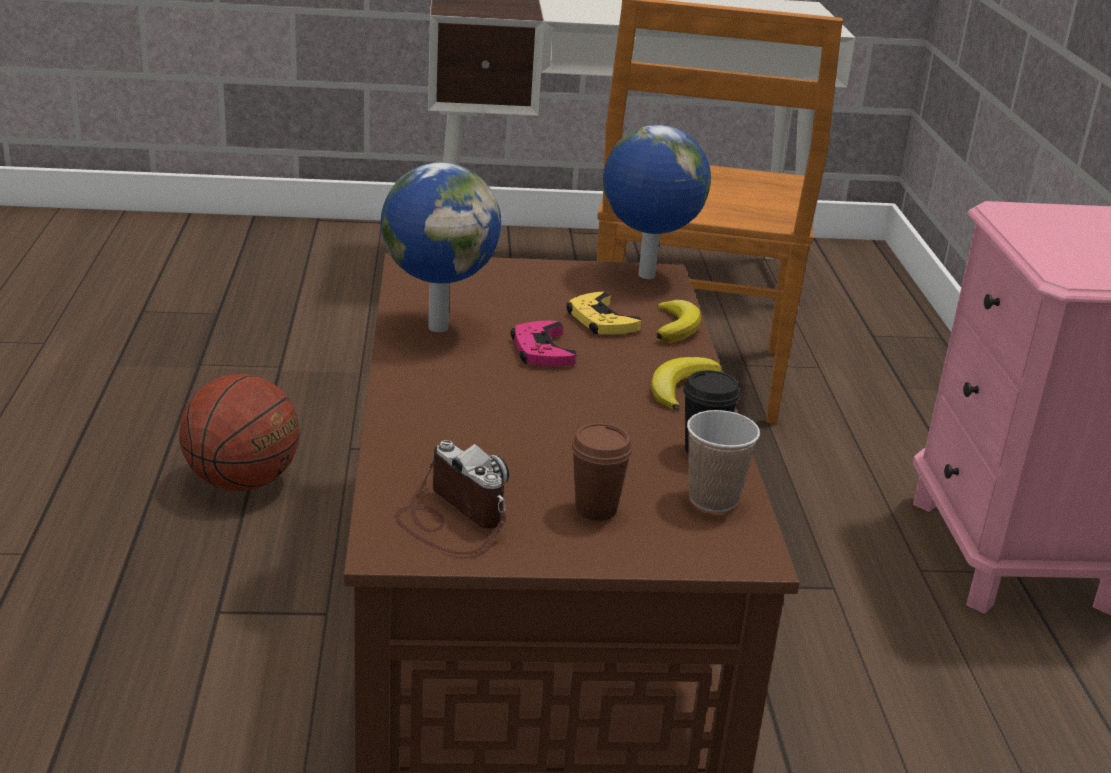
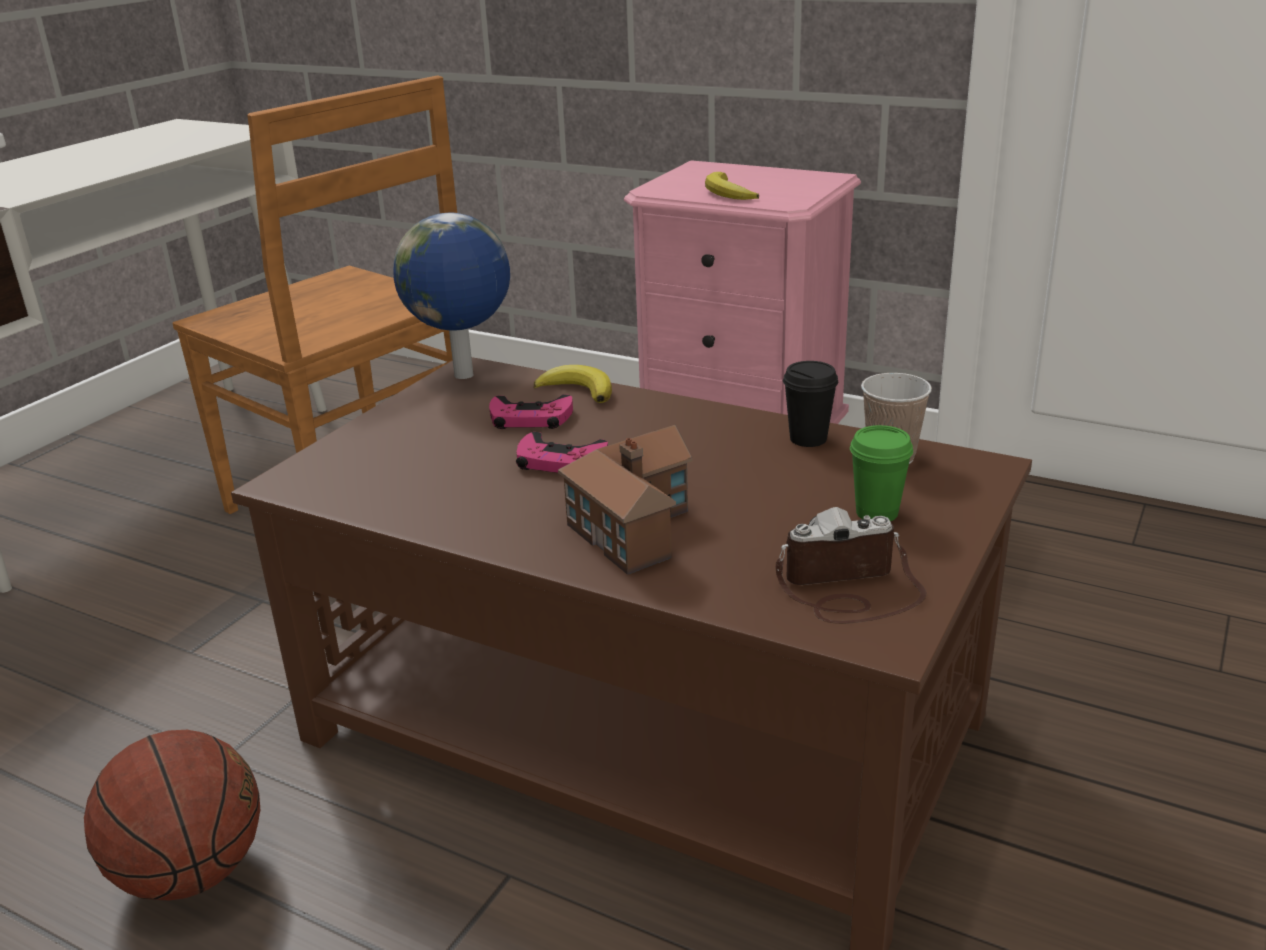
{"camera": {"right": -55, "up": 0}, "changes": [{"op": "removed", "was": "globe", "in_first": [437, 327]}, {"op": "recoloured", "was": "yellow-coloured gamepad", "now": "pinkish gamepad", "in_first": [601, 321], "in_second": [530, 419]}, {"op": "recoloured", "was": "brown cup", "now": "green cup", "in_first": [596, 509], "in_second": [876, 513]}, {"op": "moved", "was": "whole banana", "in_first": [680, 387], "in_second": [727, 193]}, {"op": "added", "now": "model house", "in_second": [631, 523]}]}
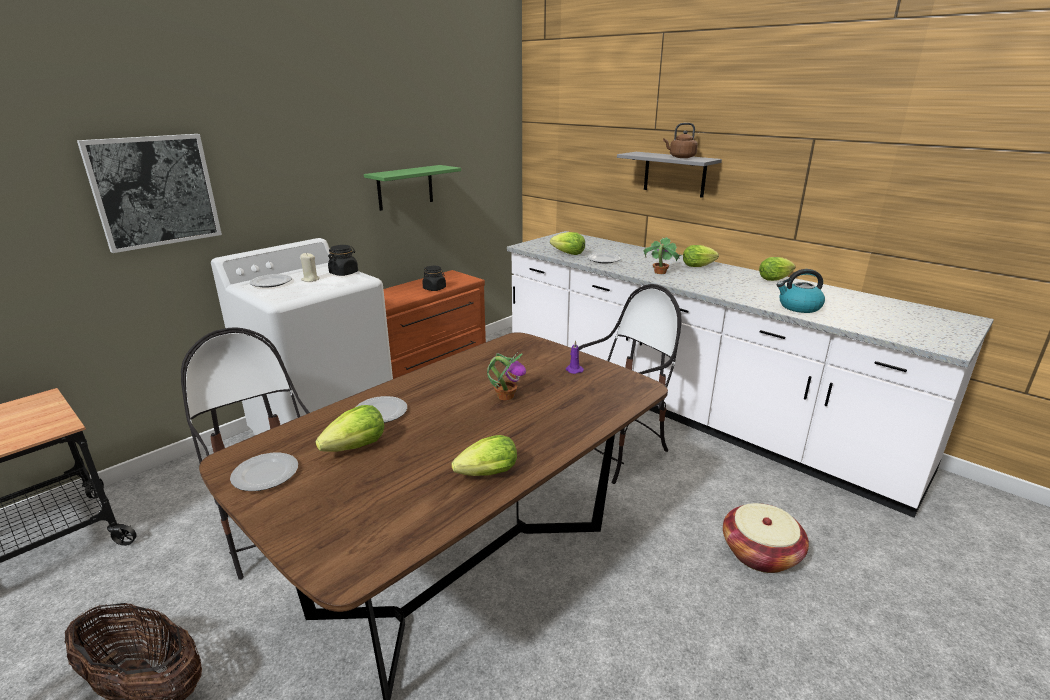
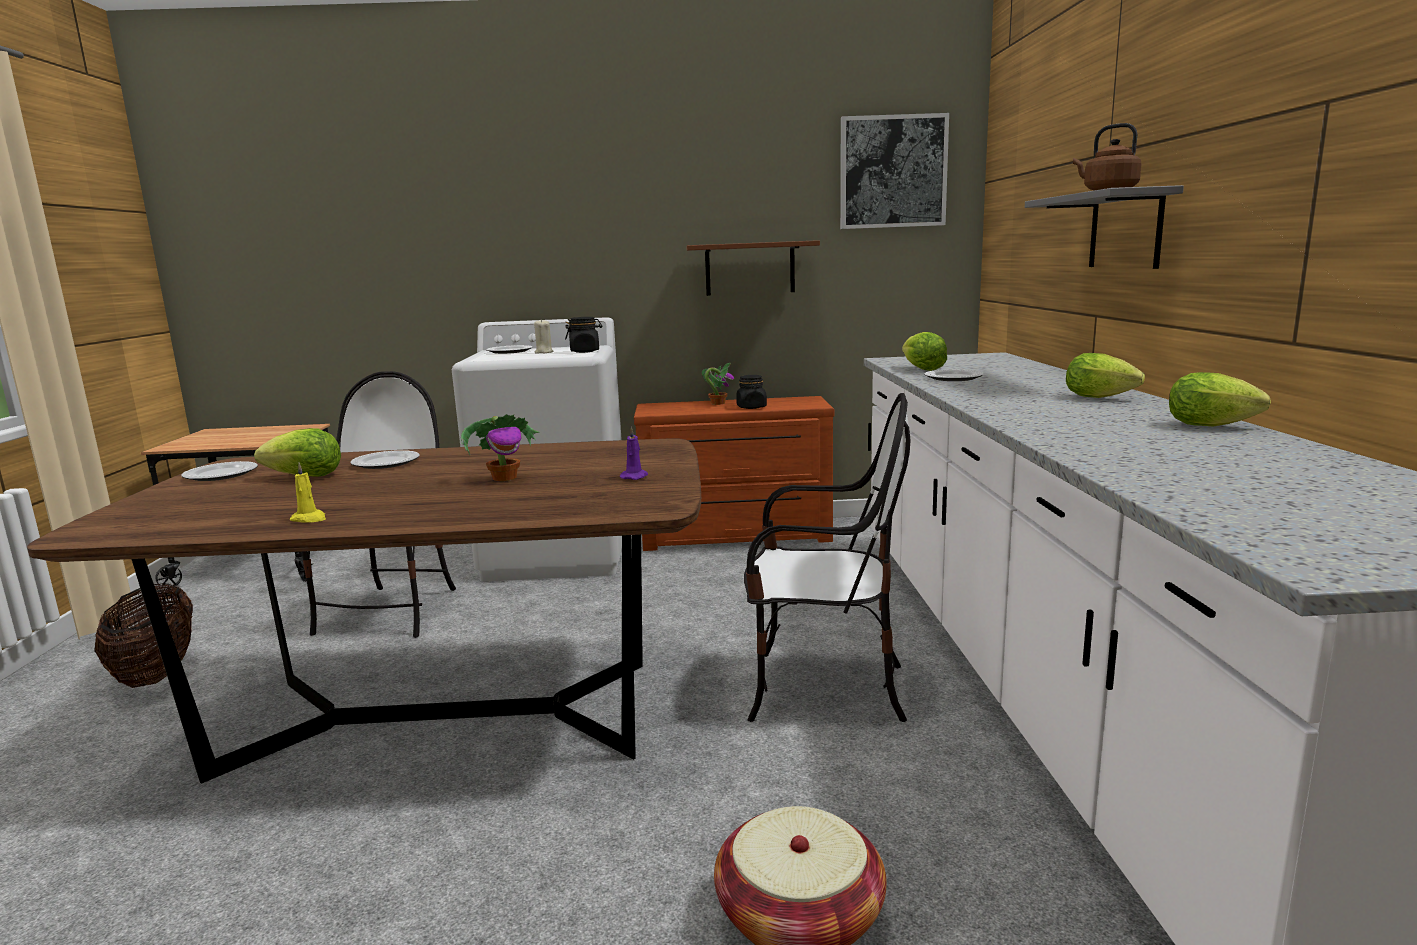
{"camera": {"right": 45, "up": -10}, "changes": [{"op": "moved", "was": "wall art", "in_first": [154, 191], "in_second": [892, 172]}, {"op": "recoloured", "was": "green shelf", "now": "brown shelf", "in_first": [405, 187], "in_second": [750, 268]}, {"op": "replaced", "was": "head of lettuce", "now": "yellow-coloured wax light", "in_first": [484, 475], "in_second": [309, 519]}, {"op": "moved", "was": "plant in a pot", "in_first": [659, 272], "in_second": [717, 403]}, {"op": "removed", "was": "kettle", "in_first": [799, 307]}]}
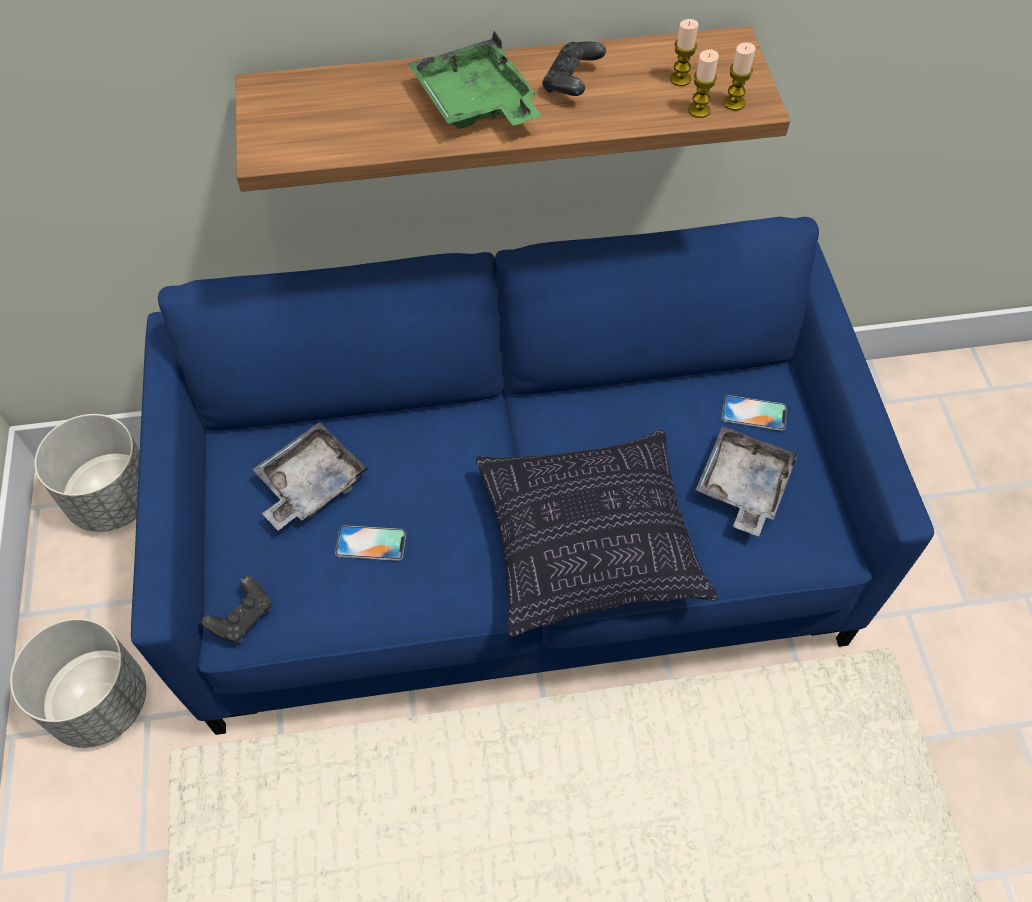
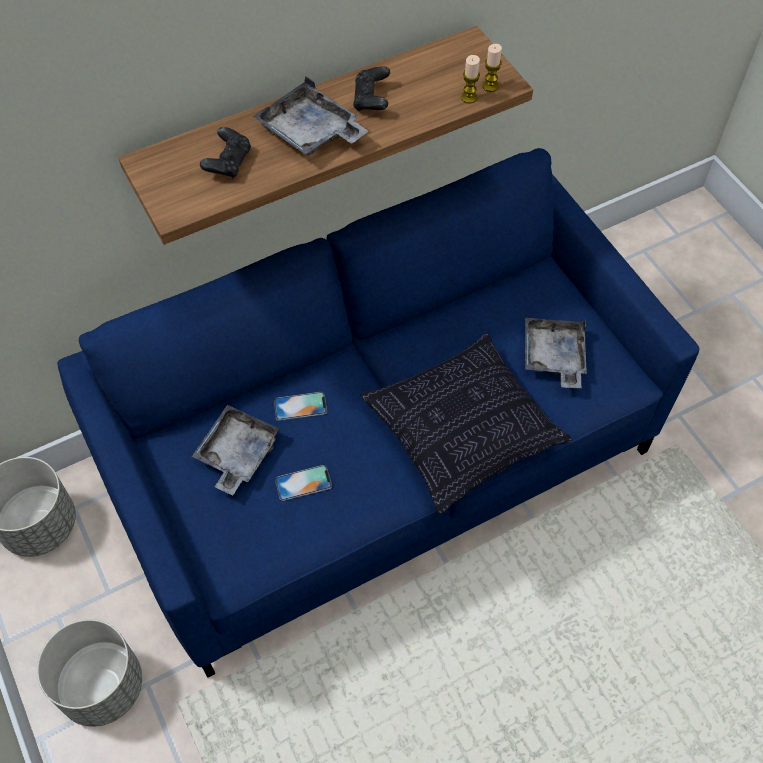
{"camera": {"right": -20, "up": 0}, "changes": [{"op": "moved", "was": "black-coloured gamepad", "in_first": [242, 617], "in_second": [228, 163]}, {"op": "recoloured", "was": "green serving tray", "now": "greyish serving tray", "in_first": [476, 103], "in_second": [310, 133]}, {"op": "removed", "was": "wax light", "in_first": [680, 79]}, {"op": "moved", "was": "phone", "in_first": [754, 413], "in_second": [300, 406]}]}
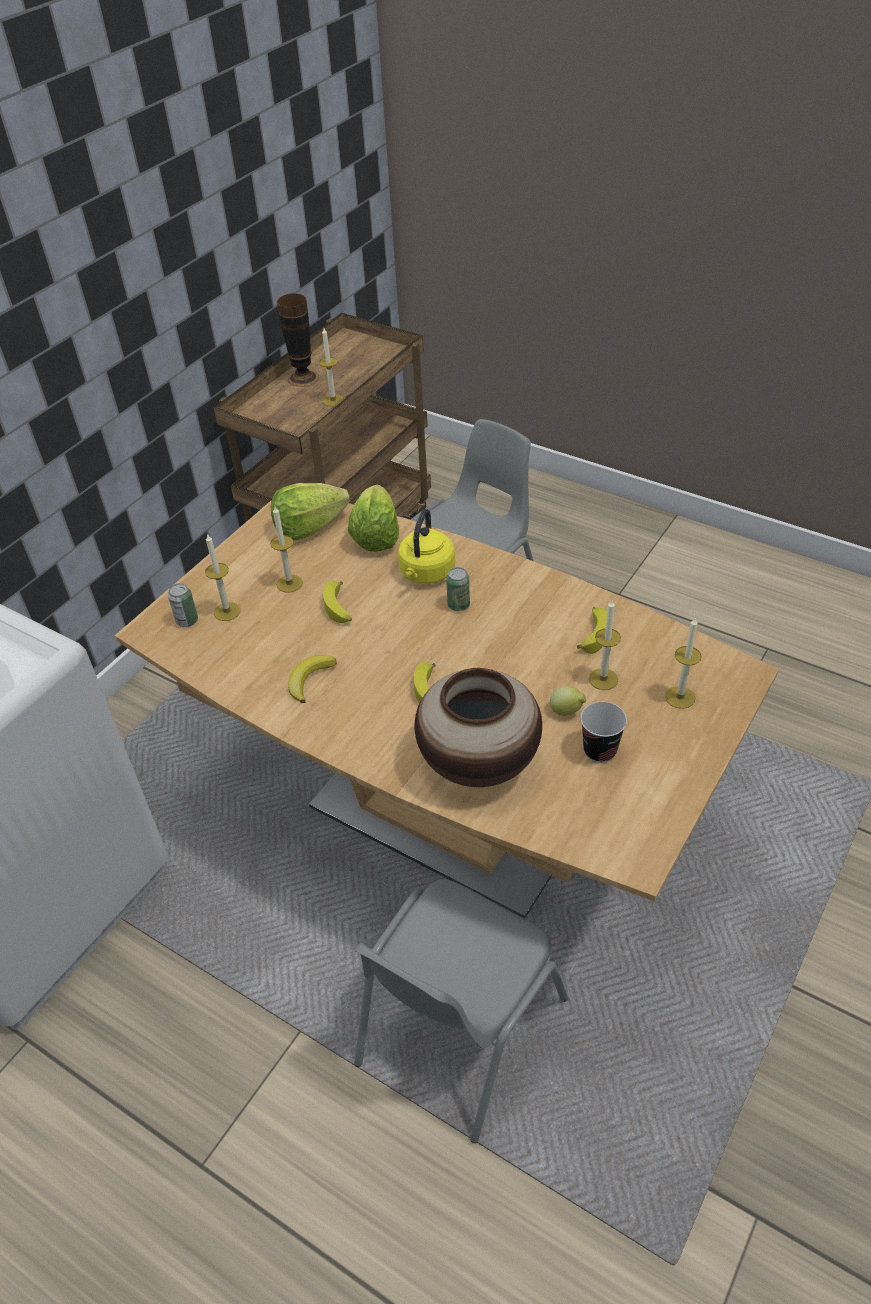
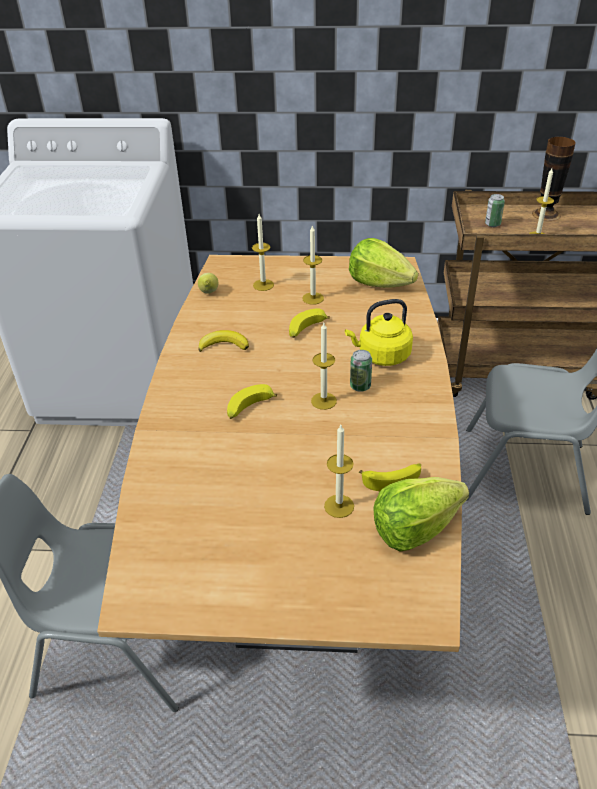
{"camera": {"right": 60, "up": -5}, "changes": [{"op": "moved", "was": "metal can", "in_first": [187, 621], "in_second": [492, 224]}, {"op": "moved", "was": "head of lettuce", "in_first": [376, 536], "in_second": [415, 528]}, {"op": "removed", "was": "flower vase", "in_first": [478, 763]}, {"op": "moved", "was": "whole lemon", "in_first": [567, 712], "in_second": [209, 293]}, {"op": "removed", "was": "cup", "in_first": [600, 751]}, {"op": "moved", "was": "wax light", "in_first": [680, 697], "in_second": [323, 401]}]}
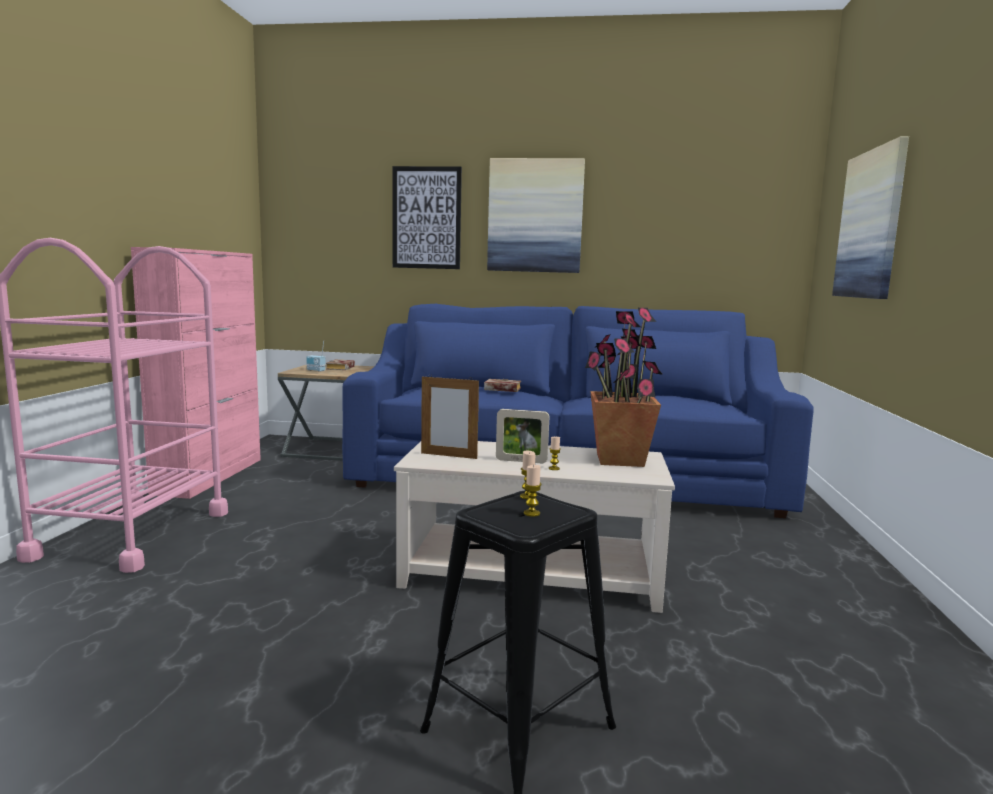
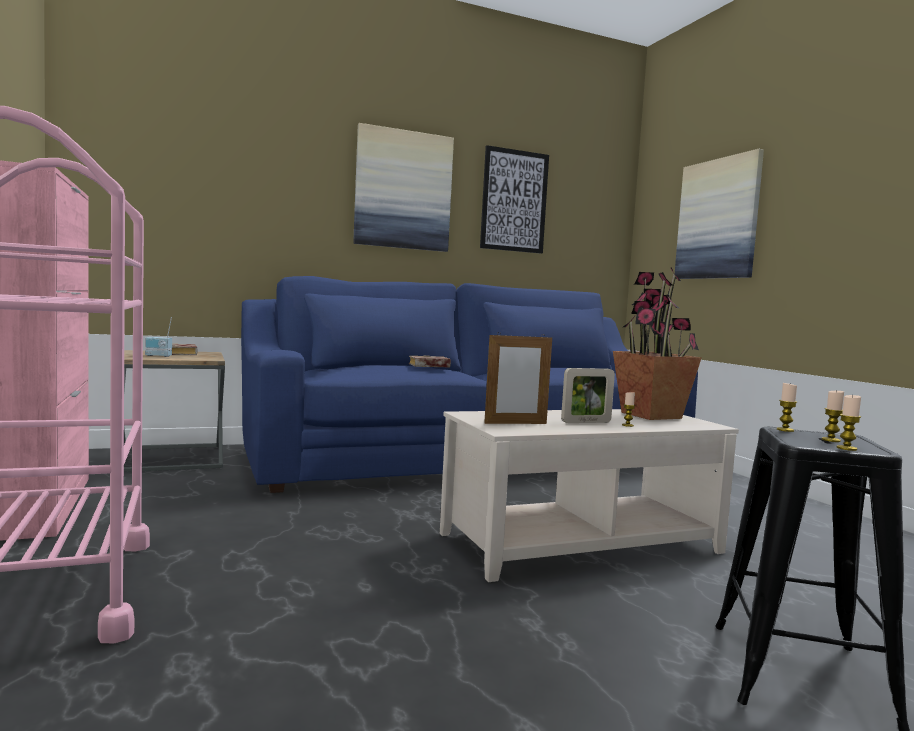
{"camera": {"right": -30, "up": -5}, "changes": [{"op": "moved", "was": "wall art", "in_first": [426, 218], "in_second": [514, 201]}, {"op": "added", "now": "wax light", "in_second": [846, 448]}]}
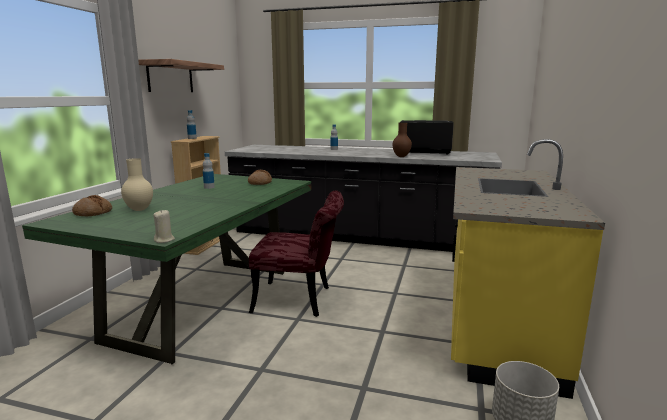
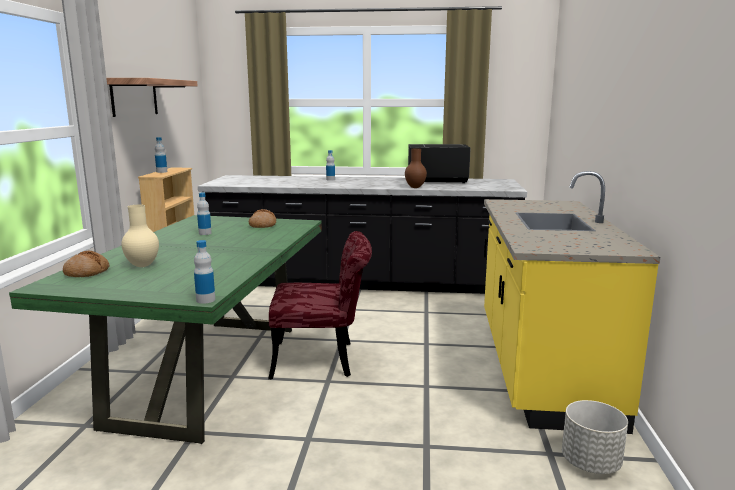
{"camera": {"right": -10, "up": 0}, "changes": [{"op": "replaced", "was": "beige wax light", "now": "drink bottle", "in_first": [164, 240], "in_second": [205, 300]}]}
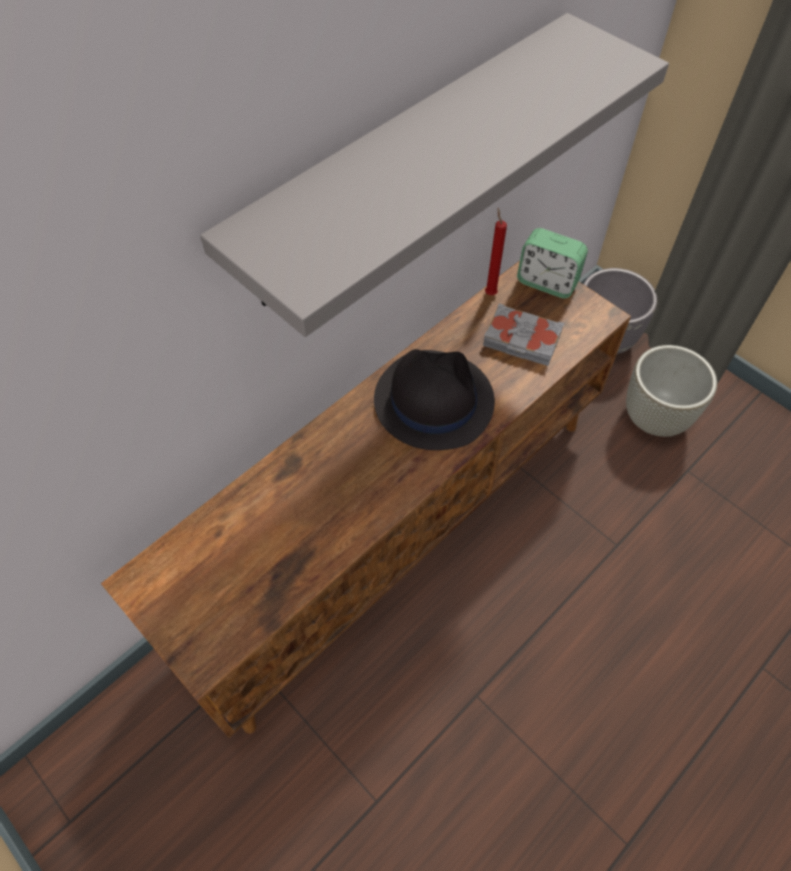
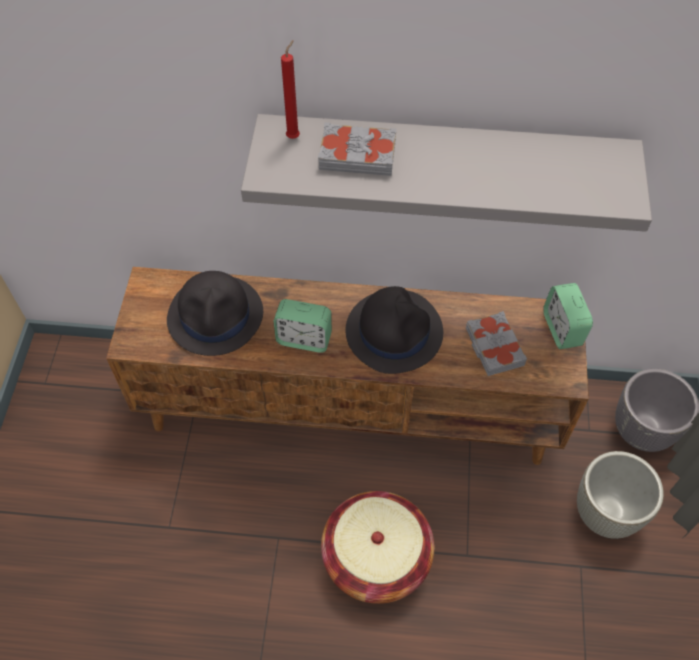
{"camera": {"right": 50, "up": 0}, "changes": [{"op": "moved", "was": "red-coloured wax light", "in_first": [490, 293], "in_second": [294, 136]}, {"op": "added", "now": "black-coloured clothing hat", "in_second": [216, 316]}, {"op": "added", "now": "table clock", "in_second": [304, 339]}, {"op": "added", "now": "greyish volume", "in_second": [357, 154]}, {"op": "added", "now": "storage basket", "in_second": [376, 557]}]}
